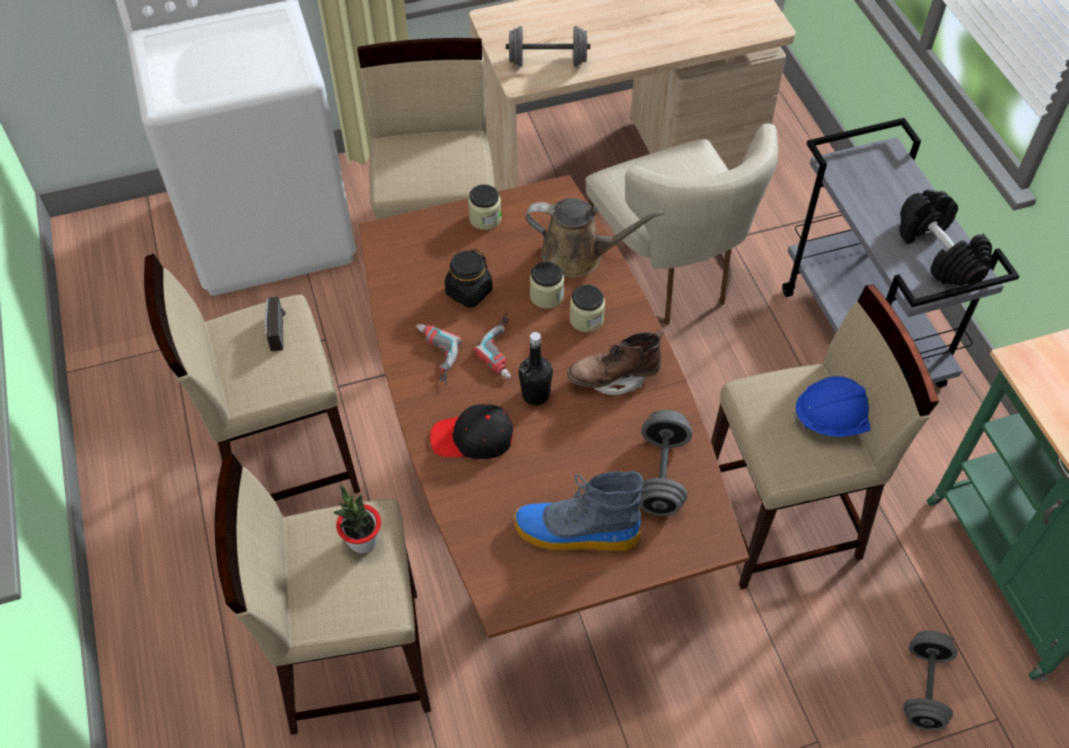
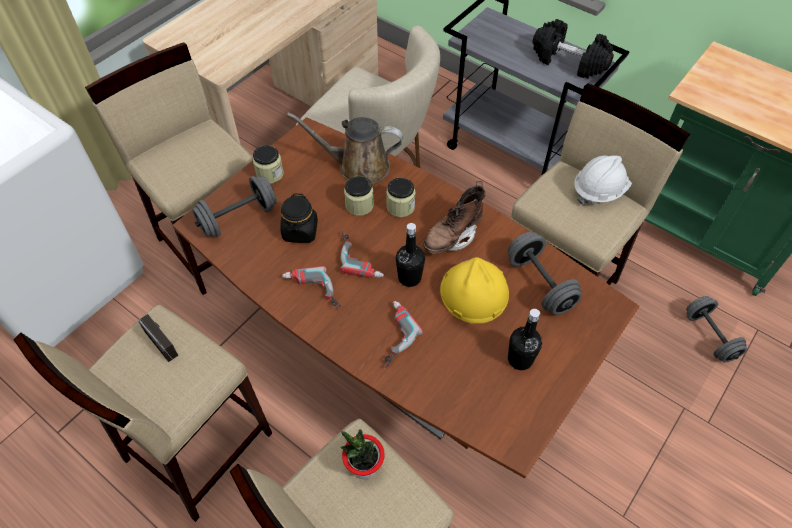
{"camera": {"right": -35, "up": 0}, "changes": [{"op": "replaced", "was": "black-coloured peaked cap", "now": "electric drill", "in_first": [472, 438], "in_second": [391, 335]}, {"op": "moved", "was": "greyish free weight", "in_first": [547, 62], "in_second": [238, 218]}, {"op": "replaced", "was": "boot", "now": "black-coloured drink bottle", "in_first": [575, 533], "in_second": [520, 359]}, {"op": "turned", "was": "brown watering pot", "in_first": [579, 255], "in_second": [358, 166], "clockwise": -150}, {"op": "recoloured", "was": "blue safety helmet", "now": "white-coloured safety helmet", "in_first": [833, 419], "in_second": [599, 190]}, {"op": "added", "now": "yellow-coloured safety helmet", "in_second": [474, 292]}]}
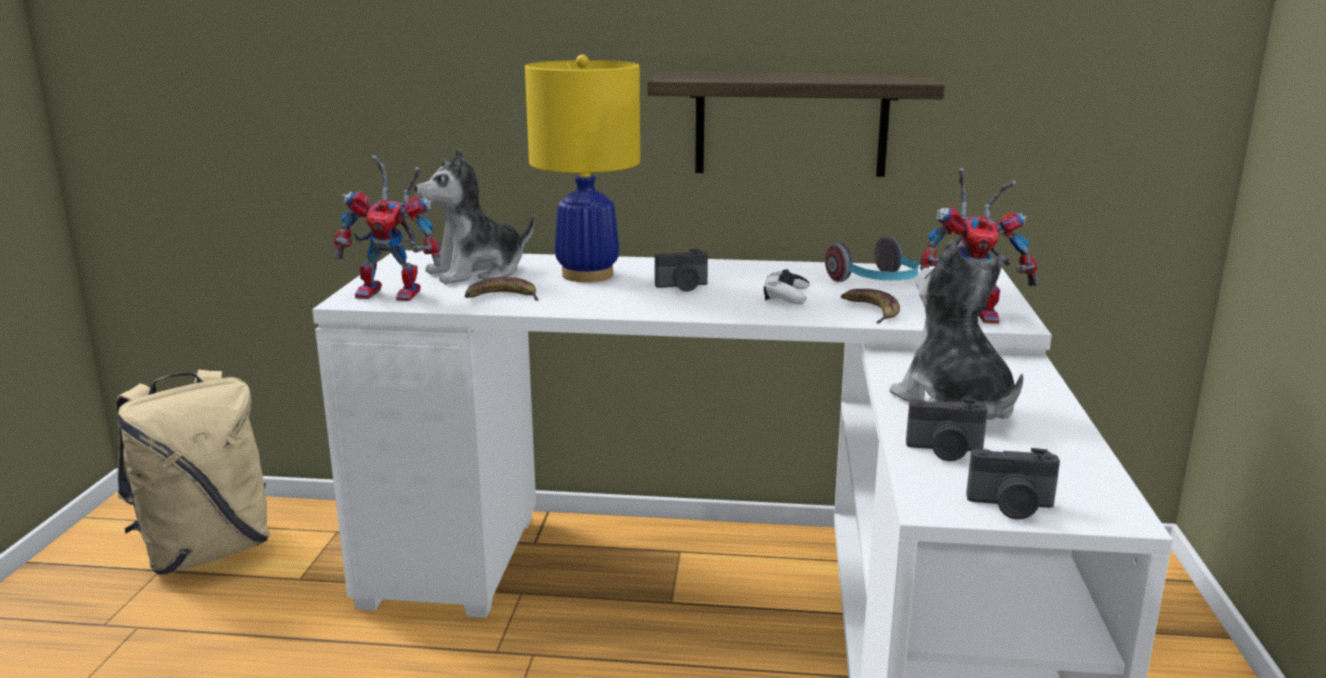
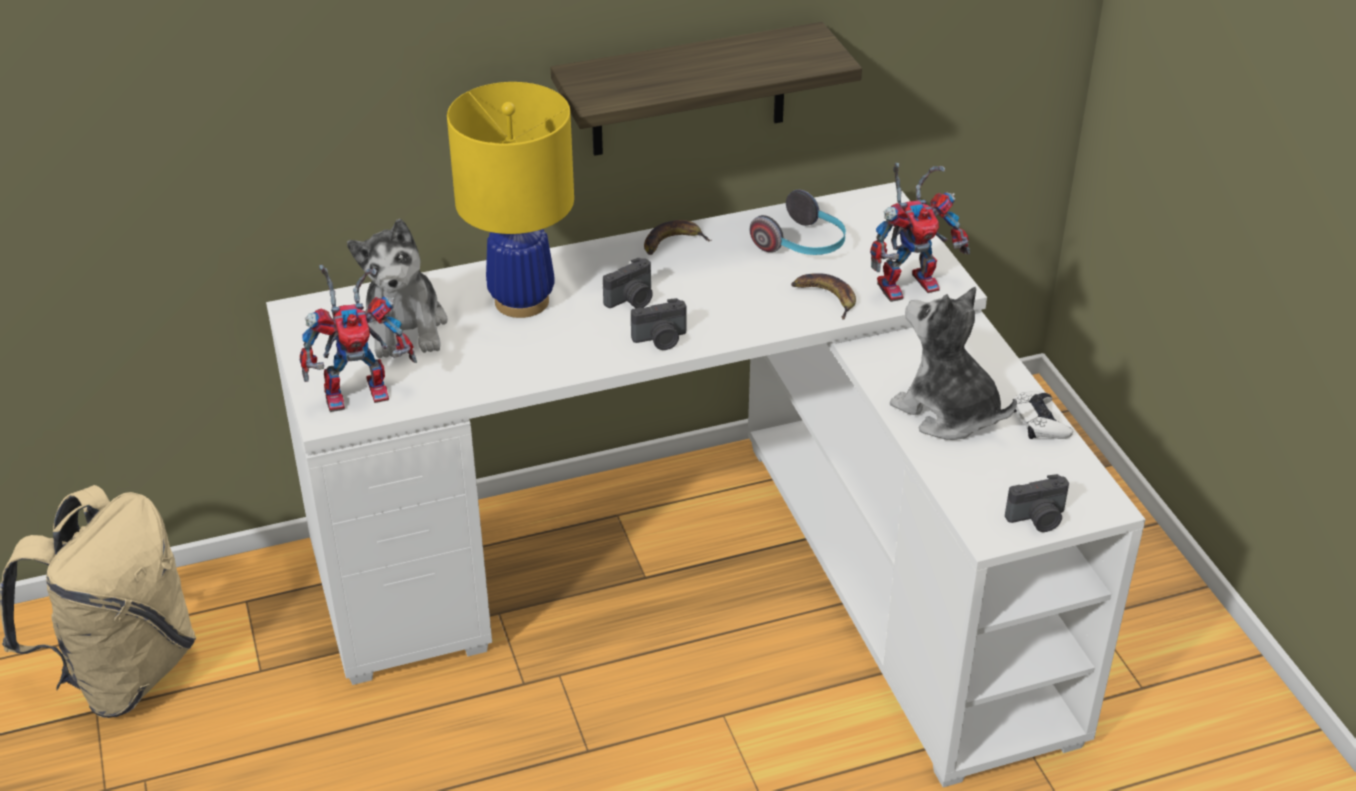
{"camera": {"right": -25, "up": 20}, "changes": [{"op": "turned", "was": "cuddly toy", "in_first": [477, 272], "in_second": [405, 326], "clockwise": -45}, {"op": "moved", "was": "whole banana", "in_first": [502, 297], "in_second": [672, 243]}, {"op": "moved", "was": "white-coloured gamepad", "in_first": [786, 295], "in_second": [1040, 422]}, {"op": "moved", "was": "still camera", "in_first": [945, 451], "in_second": [661, 340]}]}
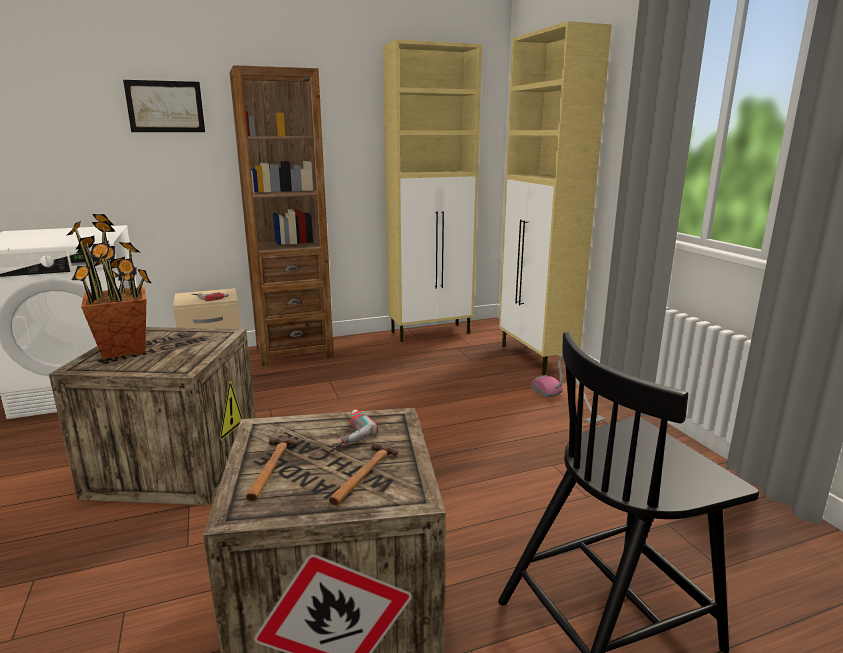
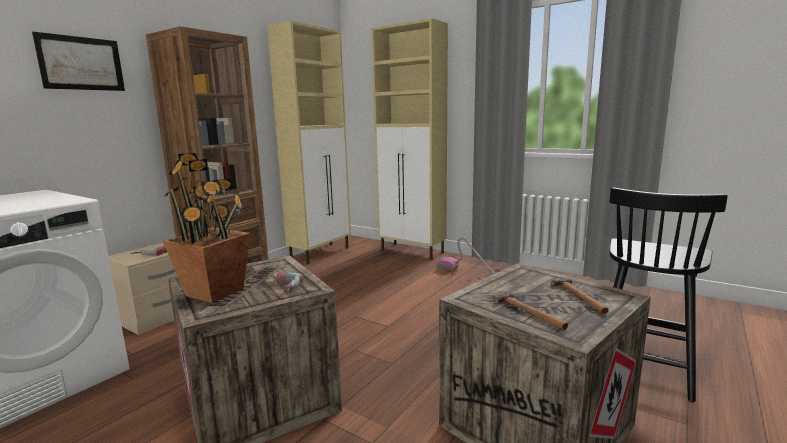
{"camera": {"right": -35, "up": -5}, "changes": [{"op": "moved", "was": "electric drill", "in_first": [344, 434], "in_second": [280, 287]}]}
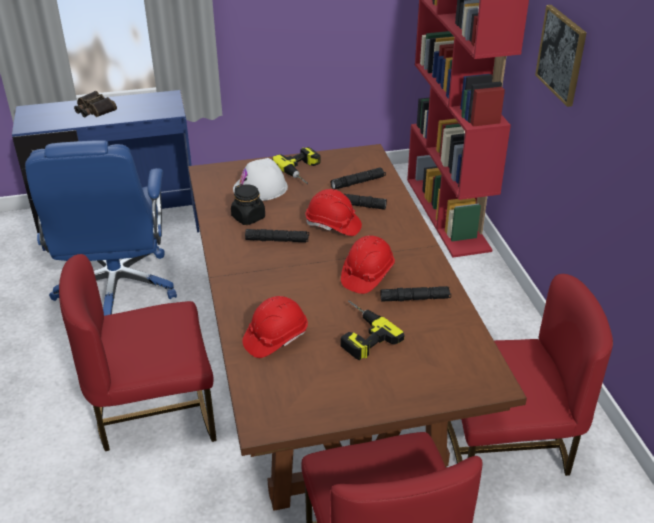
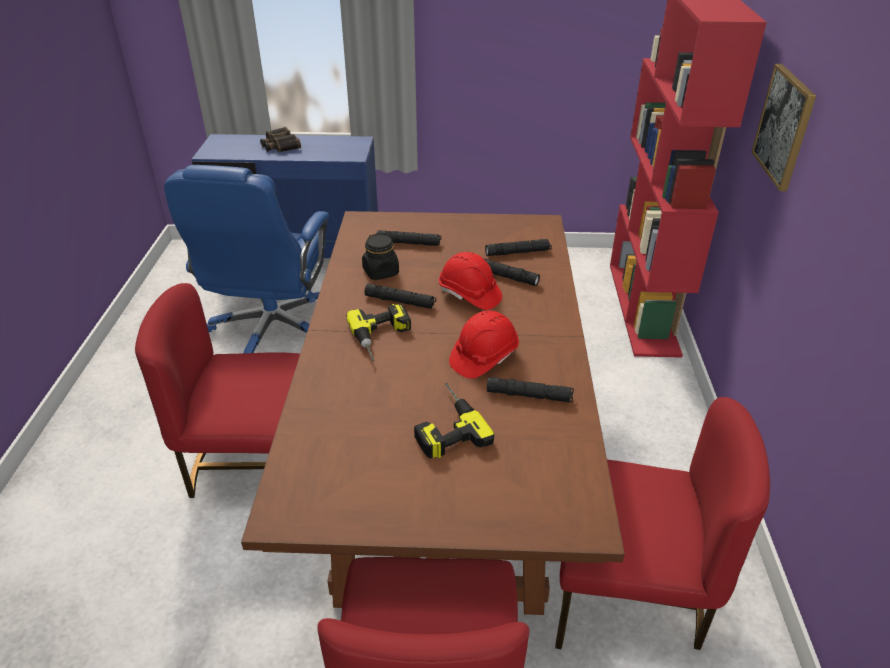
{"camera": {"right": 15, "up": 0}, "changes": [{"op": "replaced", "was": "white-coloured safety helmet", "now": "black-coloured torch", "in_first": [260, 188], "in_second": [408, 243]}, {"op": "removed", "was": "red-coloured safety helmet", "in_first": [275, 338]}, {"op": "moved", "was": "electric drill", "in_first": [304, 171], "in_second": [383, 338]}]}
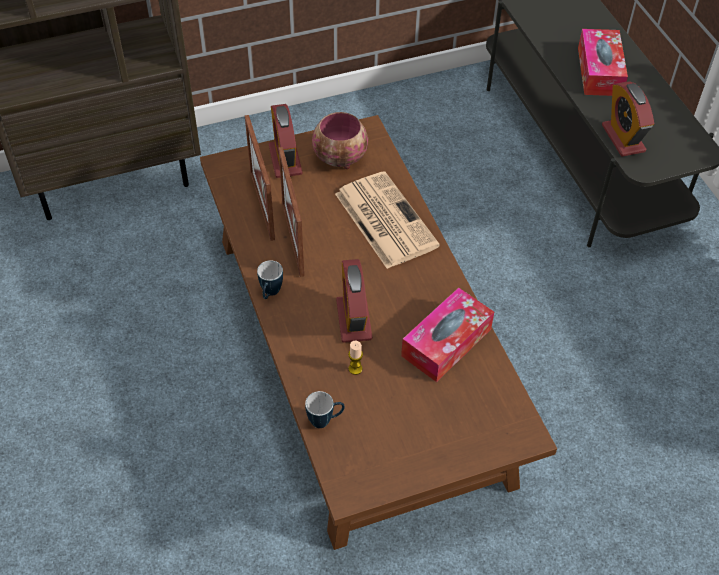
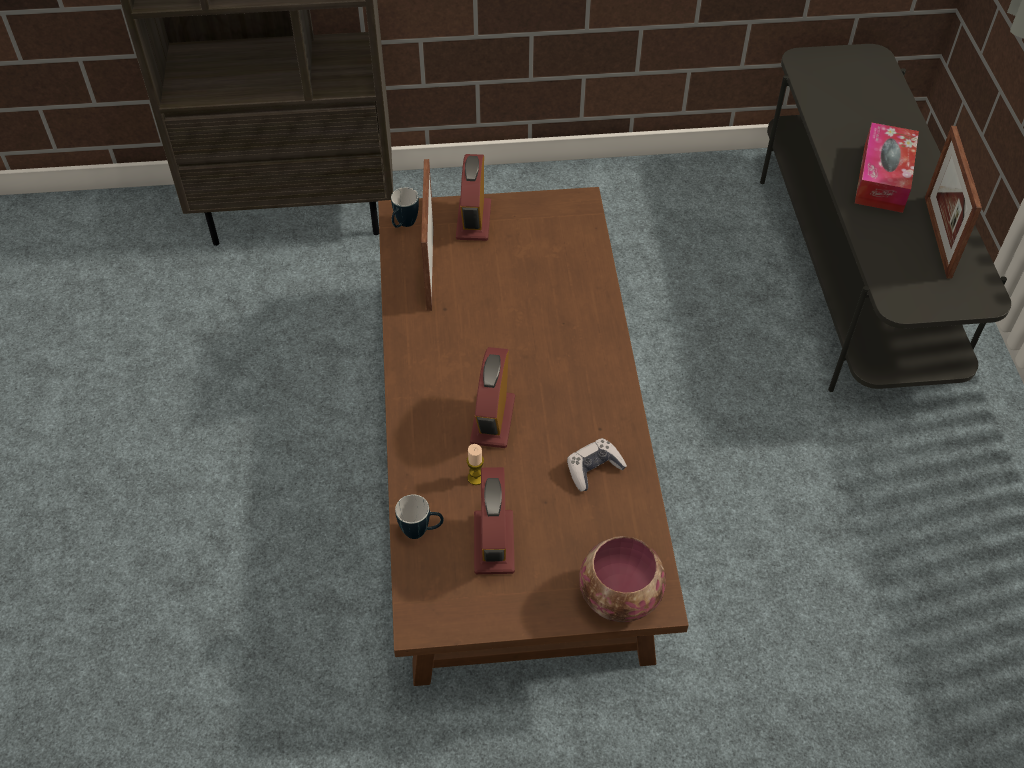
{"camera": {"right": 15, "up": 0}, "changes": [{"op": "moved", "was": "coffee mug", "in_first": [270, 294], "in_second": [404, 225]}, {"op": "moved", "was": "photo frame", "in_first": [293, 239], "in_second": [937, 236]}, {"op": "moved", "was": "deep dish", "in_first": [341, 159], "in_second": [620, 599]}, {"op": "removed", "was": "printed paper", "in_first": [384, 219]}, {"op": "replaced", "was": "tissue box", "now": "gamepad", "in_first": [446, 342], "in_second": [593, 469]}, {"op": "moved", "was": "table clock", "in_first": [623, 138], "in_second": [494, 543]}]}
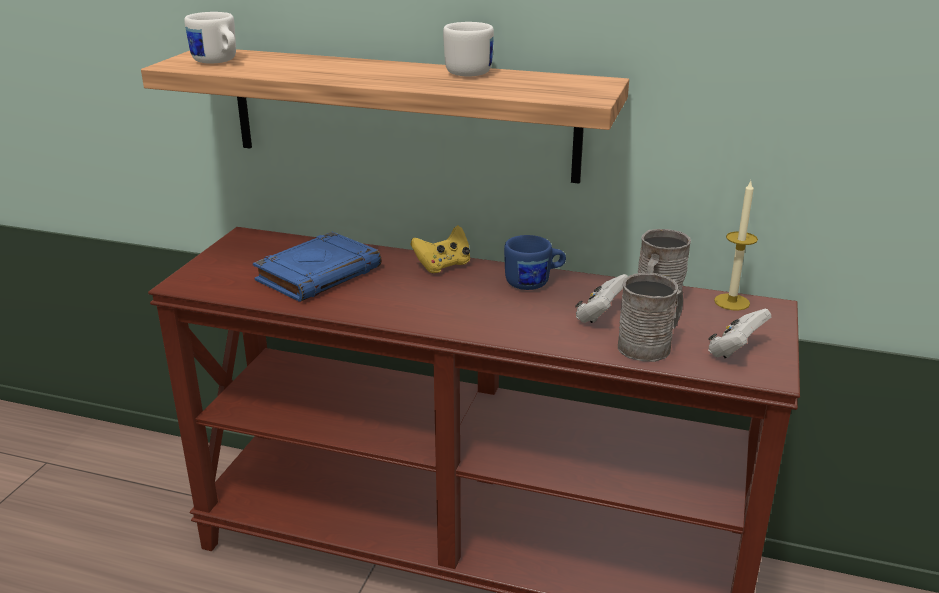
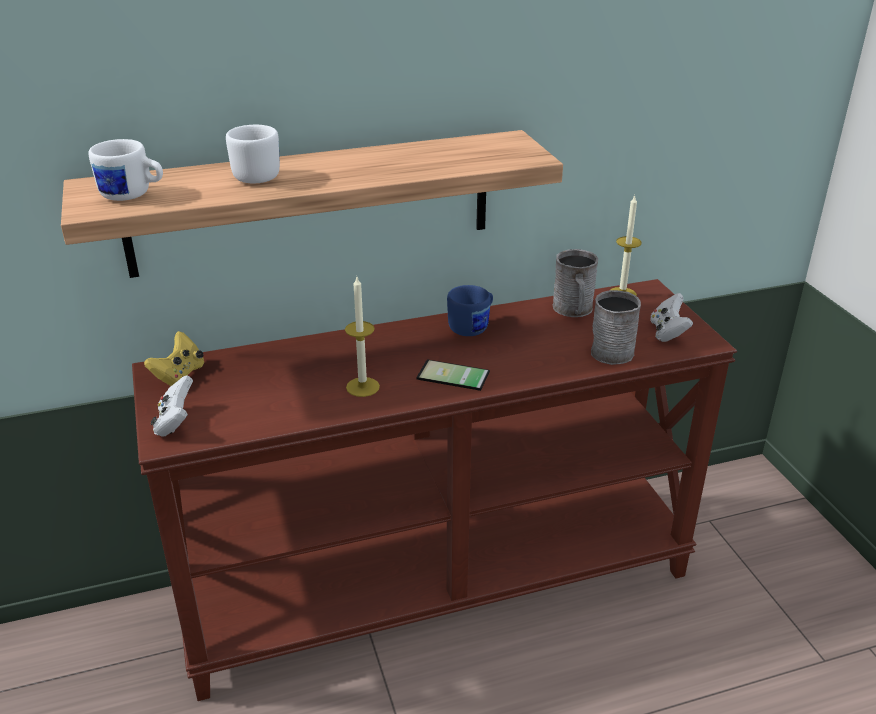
{"camera": {"right": -35, "up": 5}, "changes": [{"op": "removed", "was": "blue volume", "in_first": [319, 273]}, {"op": "moved", "was": "yellow-coloured gamepad", "in_first": [443, 265], "in_second": [179, 375]}, {"op": "moved", "was": "white-coloured coffee mug", "in_first": [467, 71], "in_second": [252, 175]}, {"op": "moved", "was": "white-coloured gamepad", "in_first": [600, 316], "in_second": [175, 423]}, {"op": "added", "now": "wax light", "in_second": [362, 387]}, {"op": "added", "now": "phone", "in_second": [452, 377]}]}
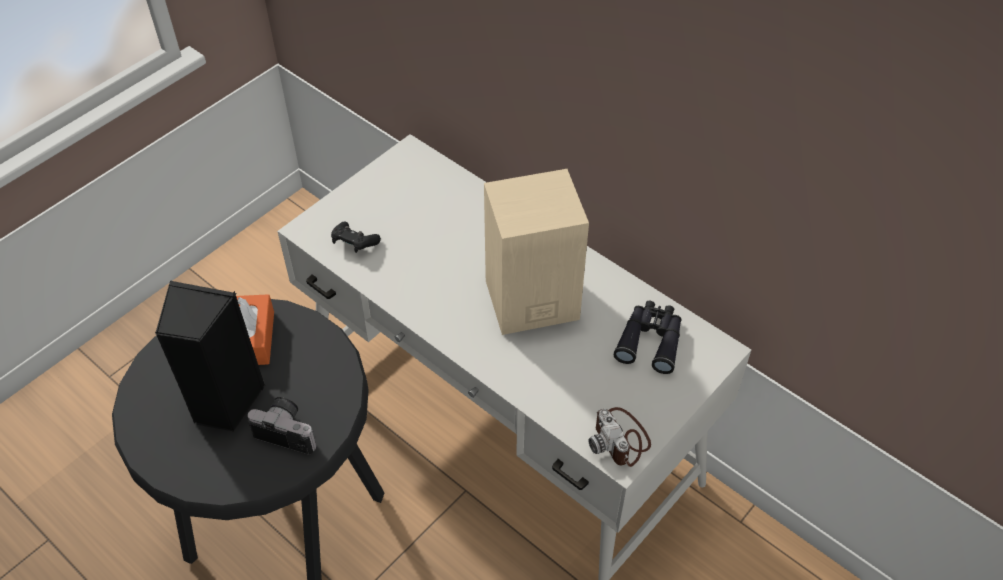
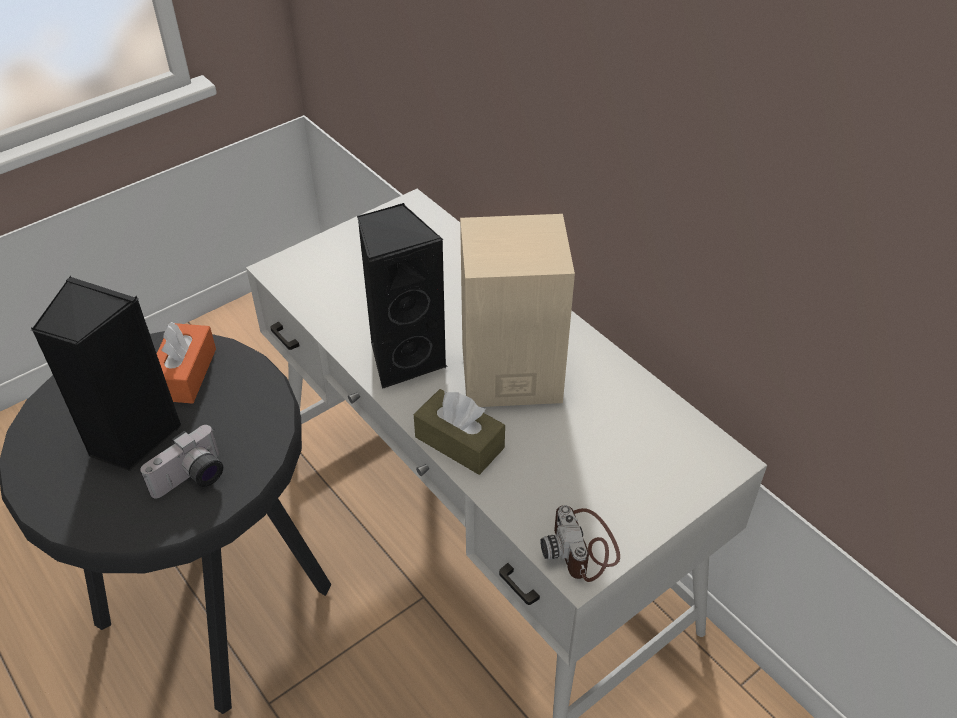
{"camera": {"right": 10, "up": -5}, "changes": [{"op": "turned", "was": "still camera", "in_first": [289, 431], "in_second": [192, 479], "clockwise": 105}, {"op": "removed", "was": "black-coloured gamepad", "in_first": [354, 243]}, {"op": "removed", "was": "black-coloured pair of binoculars", "in_first": [650, 340]}, {"op": "added", "now": "black-coloured audio speaker", "in_second": [404, 358]}, {"op": "added", "now": "brown tissue box", "in_second": [459, 442]}]}
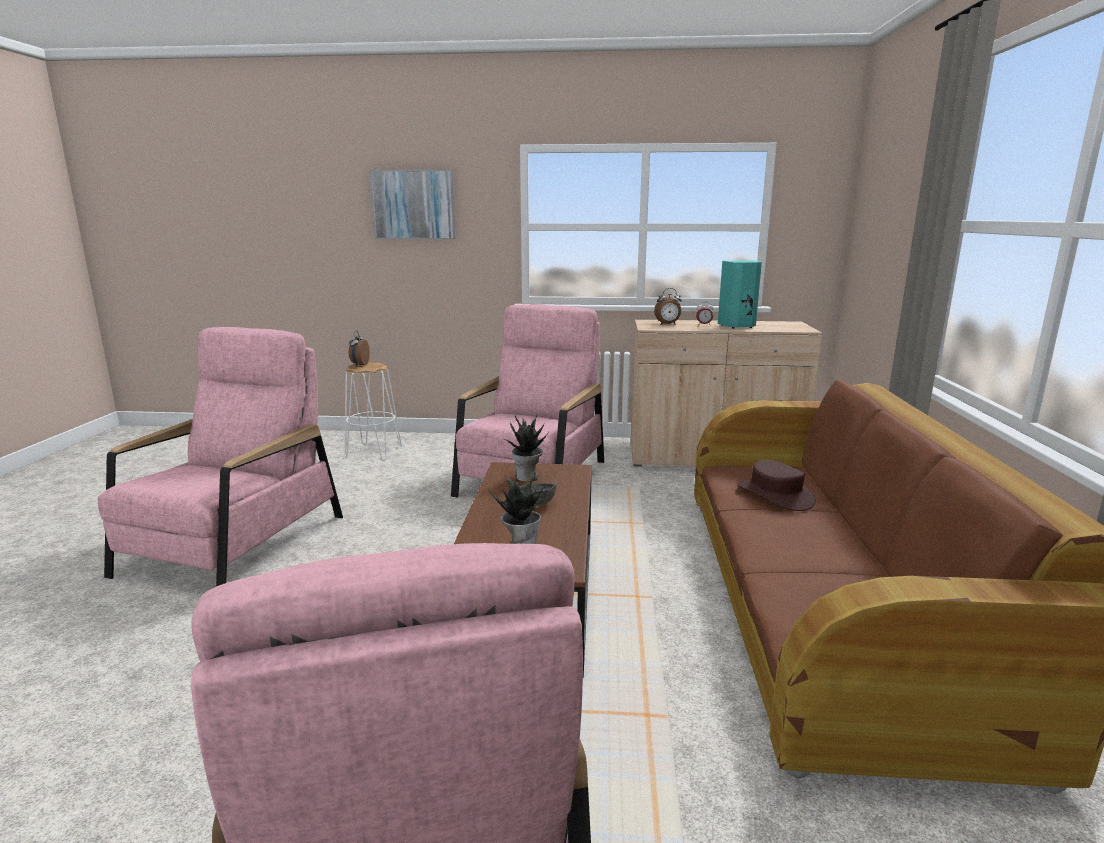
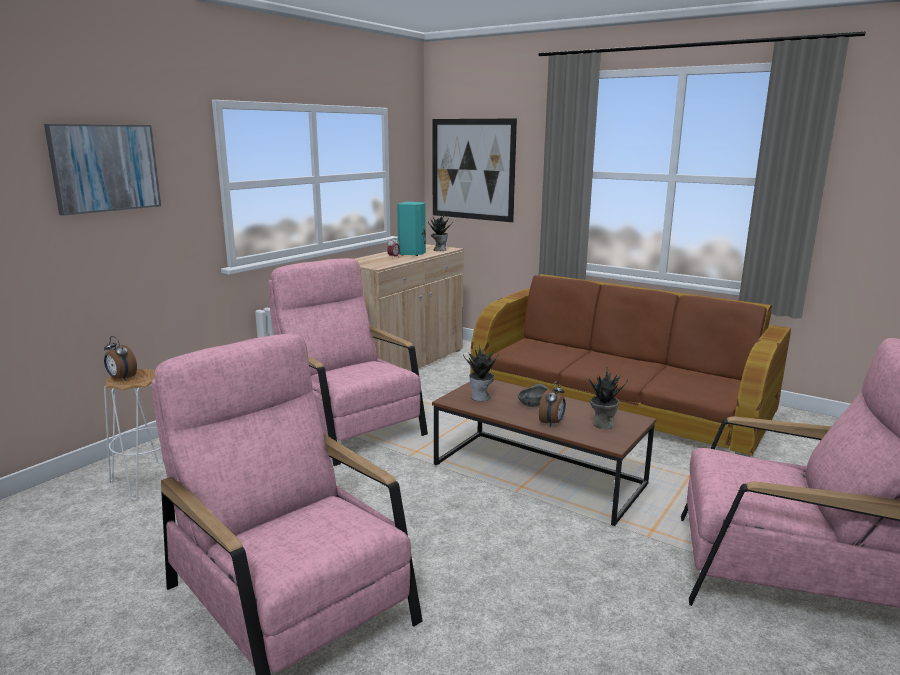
{"camera": {"right": -60, "up": 0}, "changes": [{"op": "moved", "was": "table clock", "in_first": [667, 324], "in_second": [552, 423]}, {"op": "removed", "was": "brown clothing hat", "in_first": [775, 494]}, {"op": "added", "now": "plant in a pot", "in_second": [439, 250]}, {"op": "added", "now": "wall art", "in_second": [472, 169]}]}
